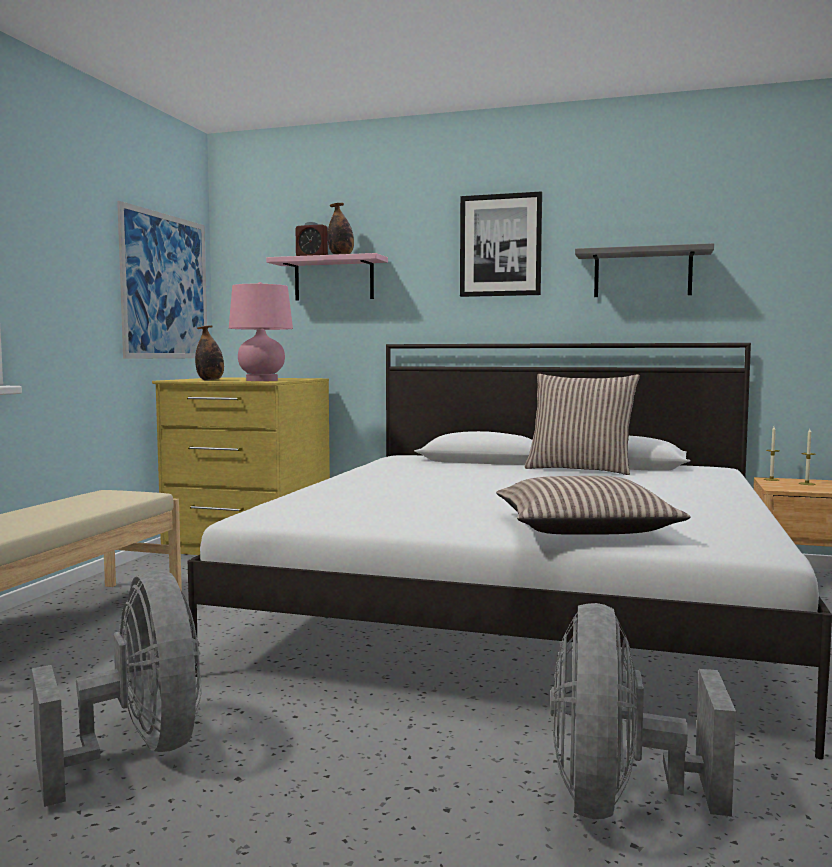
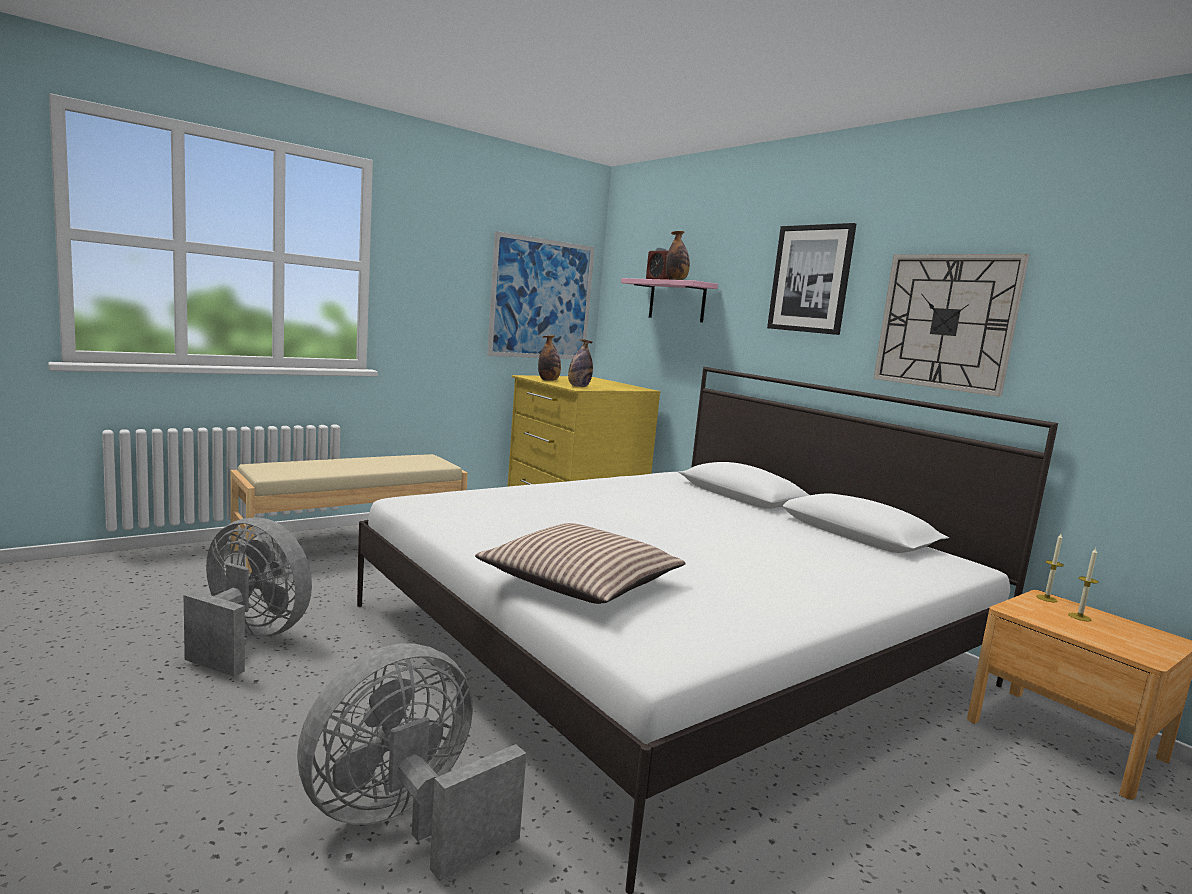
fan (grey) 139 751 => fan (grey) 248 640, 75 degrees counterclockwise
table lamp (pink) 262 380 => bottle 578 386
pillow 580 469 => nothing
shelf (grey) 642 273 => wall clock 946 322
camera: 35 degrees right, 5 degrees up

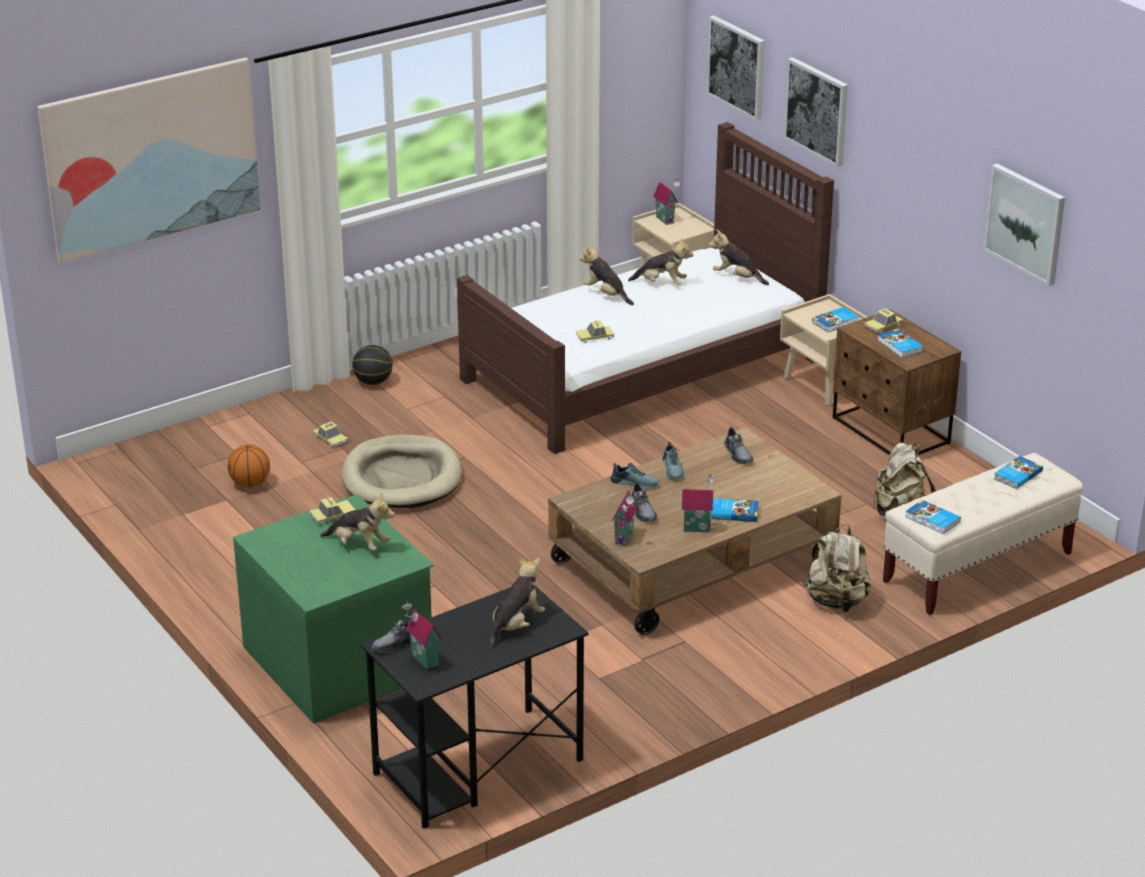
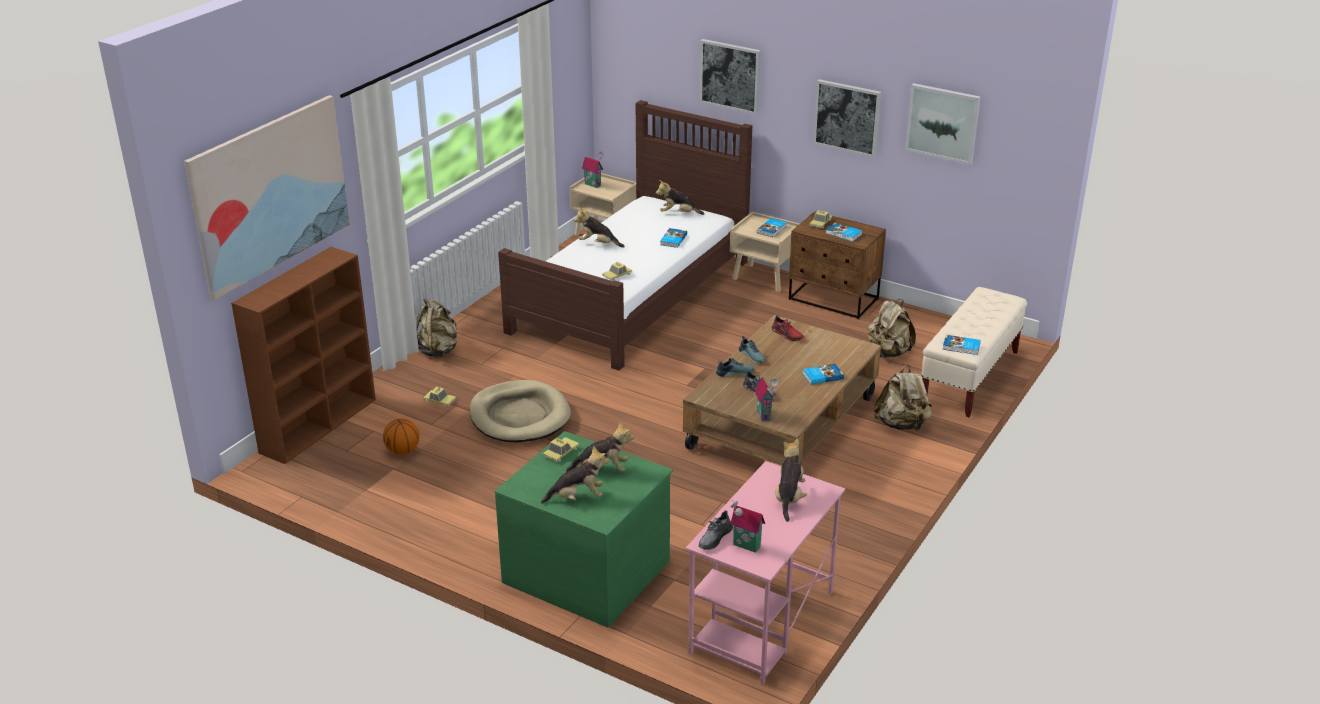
basketball 373 382 => backpack (beige) 438 350
desk (black) 477 768 => desk (pink) 761 623
plush toy 661 283 => plush toy 577 497, moved
toy house 697 527 => nothing
picture 737 67 => picture 847 117, moved
shoe (grey) 738 454 => shoe (red) 787 335
book 1017 475 => book 673 240, moved
nothing => bookcase (brown) 319 425
camera: 25 degrees left, 0 degrees up

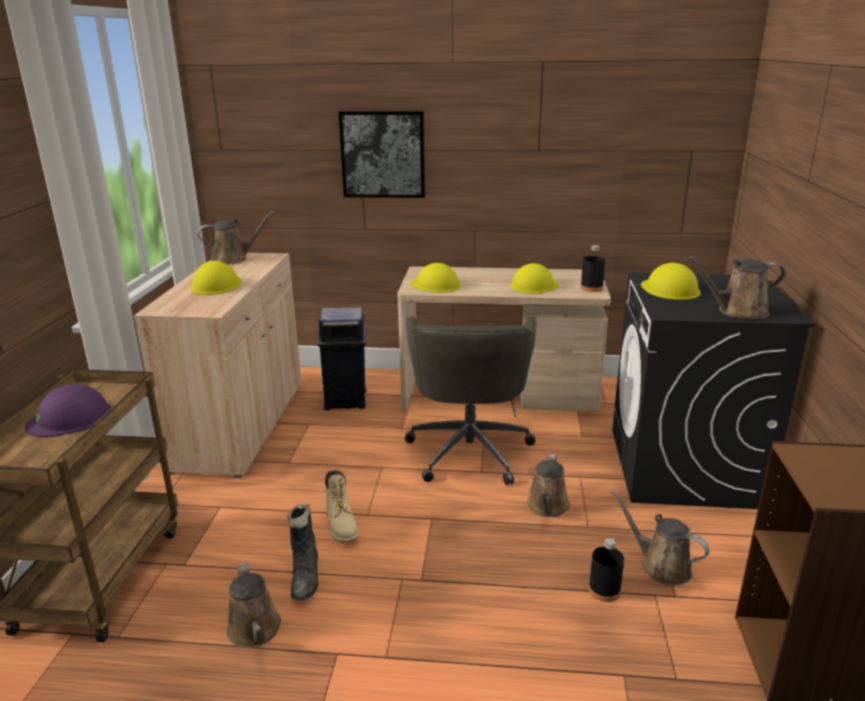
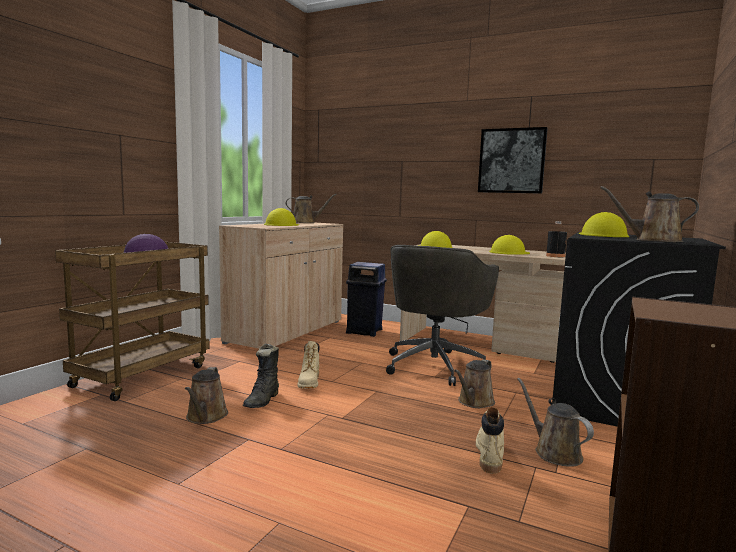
picture 383 154 => picture 511 161, moved
bottle (black) 604 590 => boot (beige) 489 454
camera: 20 degrees right, 15 degrees down

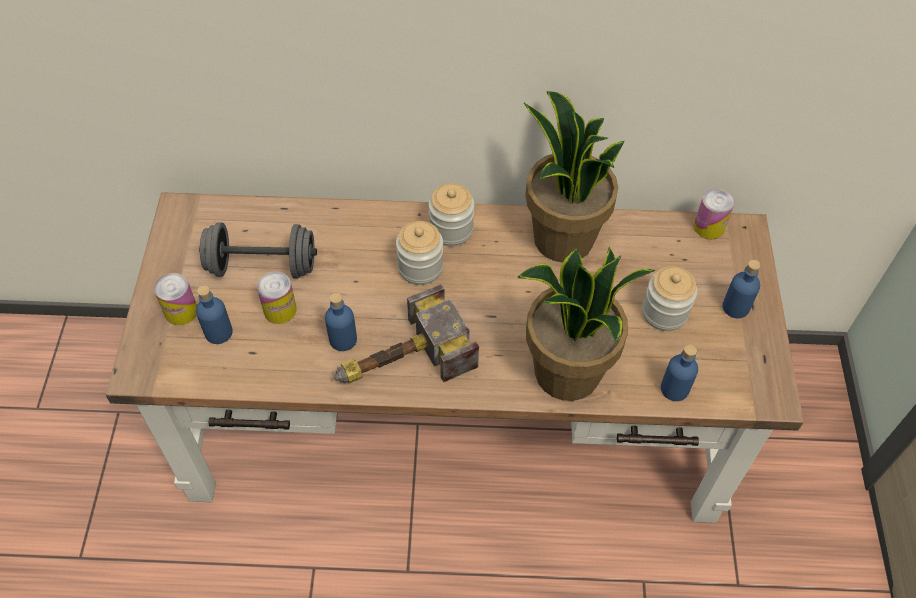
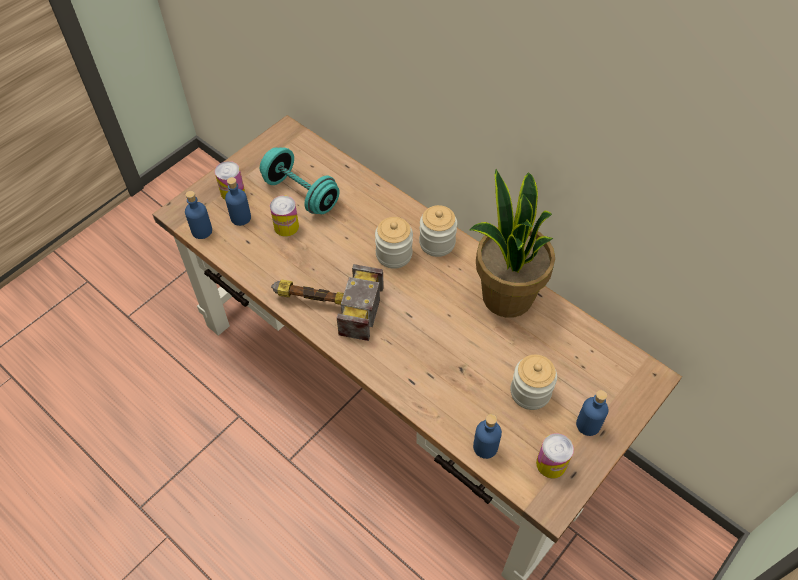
dumbbell (grey) 262 266 => dumbbell (turquoise) 301 194
bottle (blue) 343 339 => bottle (blue) 202 231, moved
potted plant 567 374 => nothing
can 708 227 => can 551 464, moved
camera: 40 degrees right, 0 degrees up

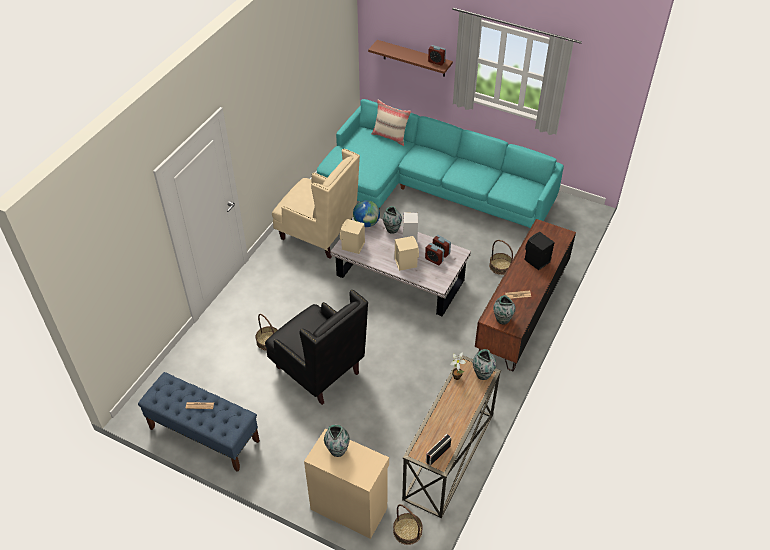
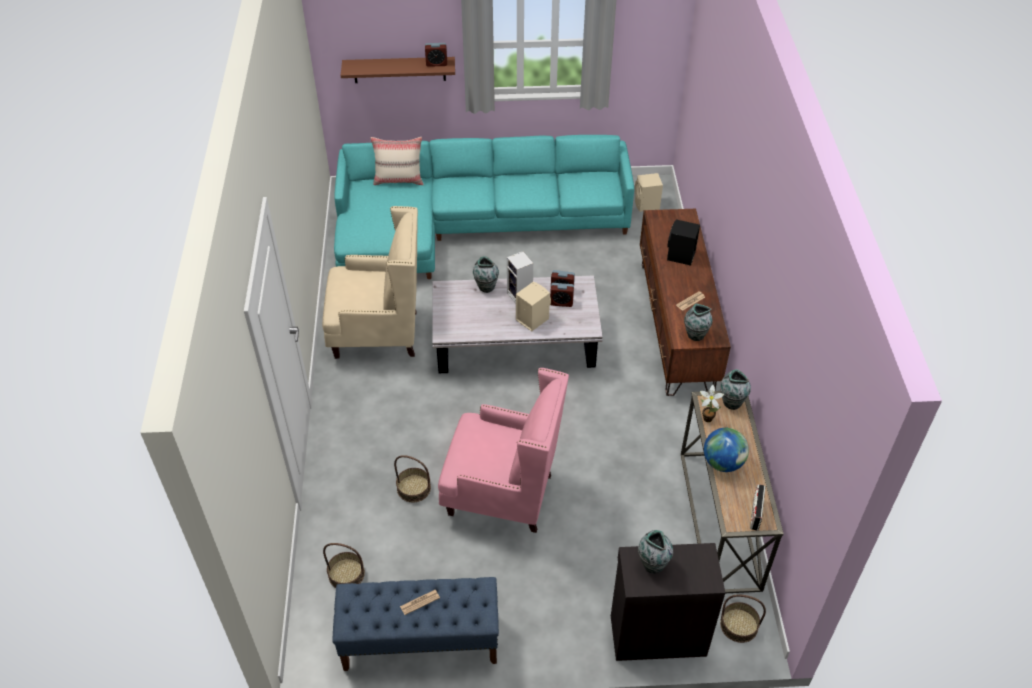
armchair (black) 319 371 => armchair (pink) 502 495
cabinet (beige) 349 507 => cabinet (black) 657 634
speaker (beige) 352 246 => speaker (beige) 647 205, moved
globe 366 223 => globe 723 462, moved
basket 500 266 => basket 346 574, moved
camera: 30 degrees left, 0 degrees up

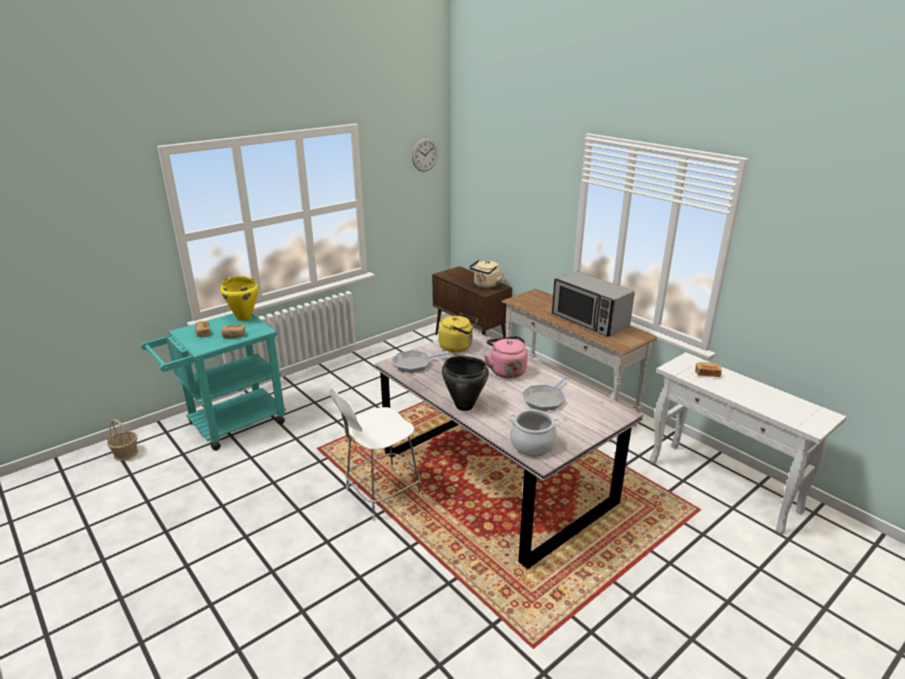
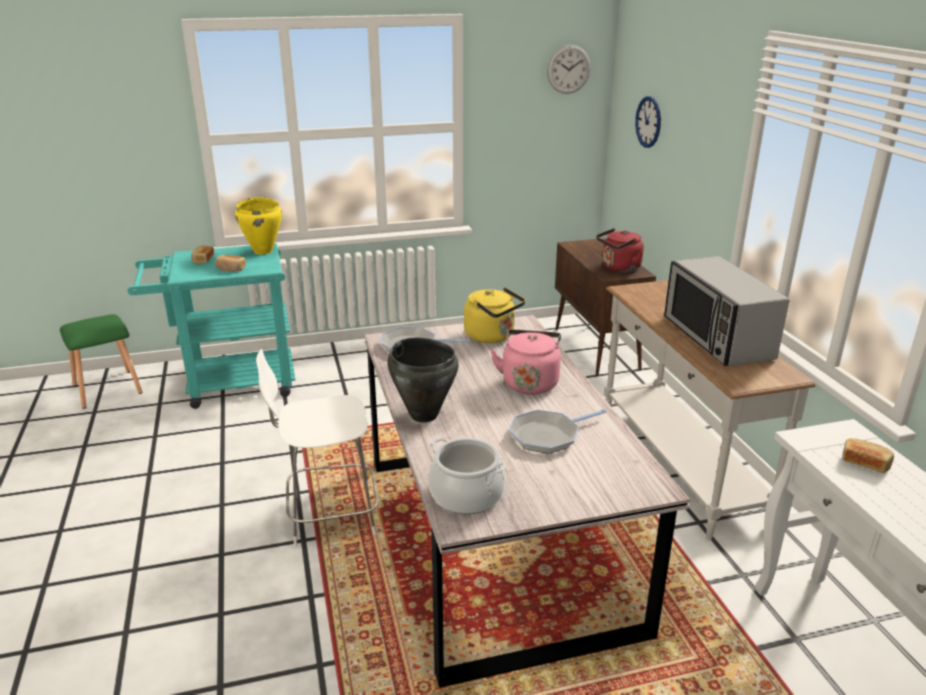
basket 126 453 => stool (green) 108 388
kettle (beige) 486 286 => kettle (red) 619 268
nothing => wall clock 648 122
camera: 25 degrees right, 0 degrees up

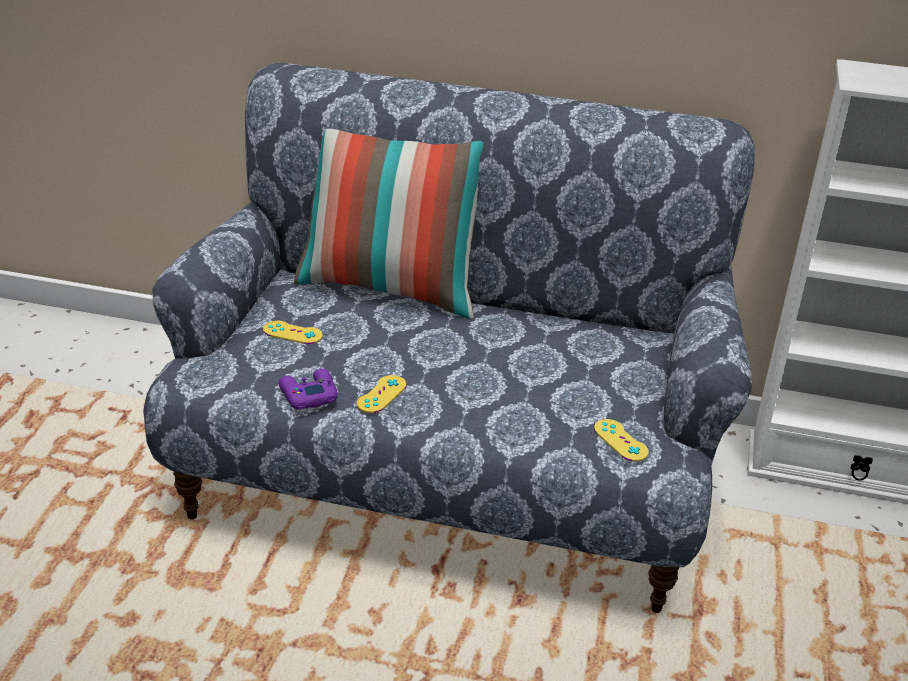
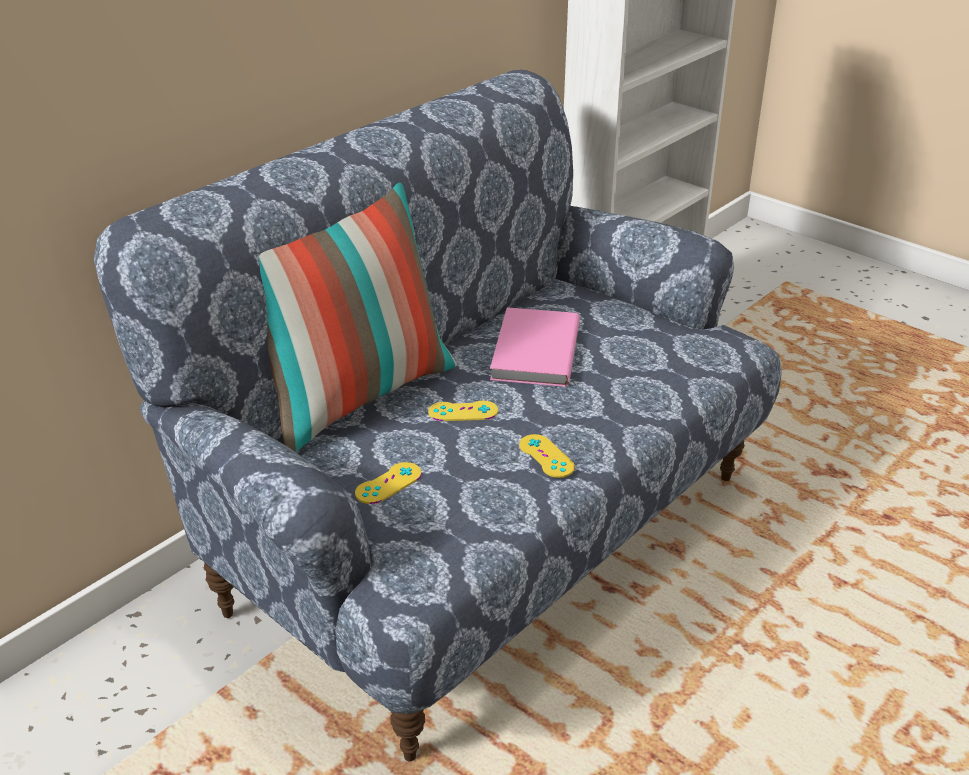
game controller (purple) 308 395 => nothing
game controller (yellow) 620 440 => game controller (yellow) 463 411, moved
nothing => book (pink) 532 351
camera: 60 degrees left, 0 degrees up

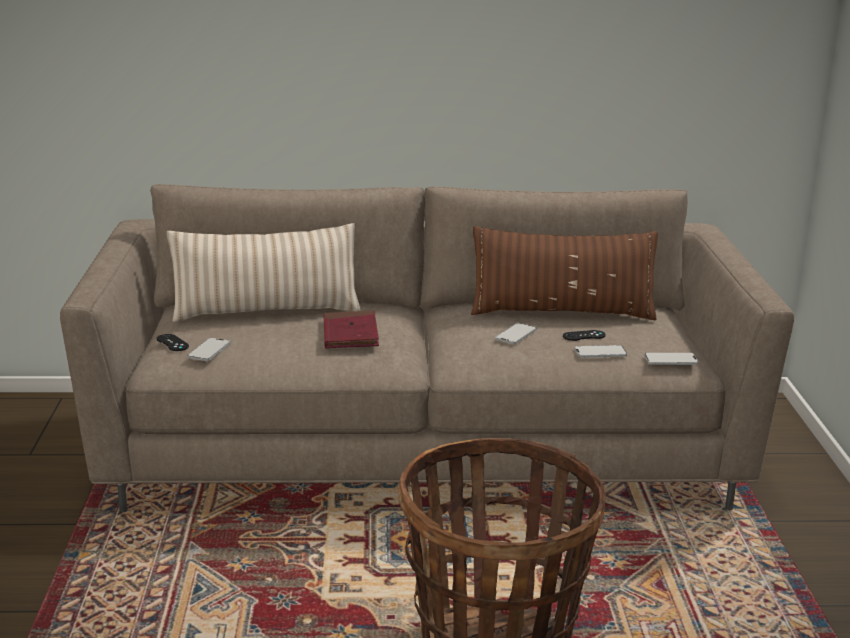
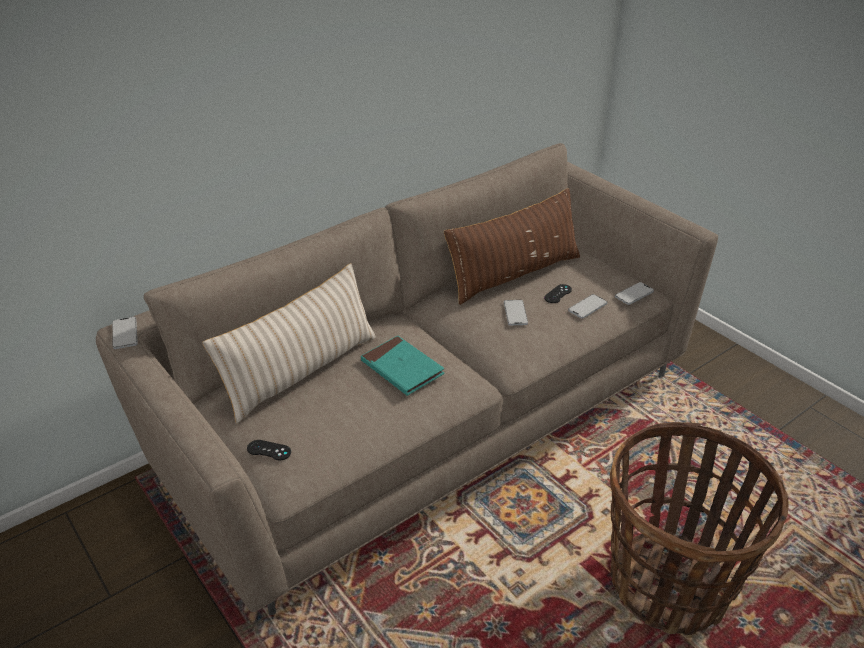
phone 209 350 => phone 125 333, moved
book (red) 350 334 => book (turquoise) 402 368
camera: 35 degrees left, 15 degrees up

